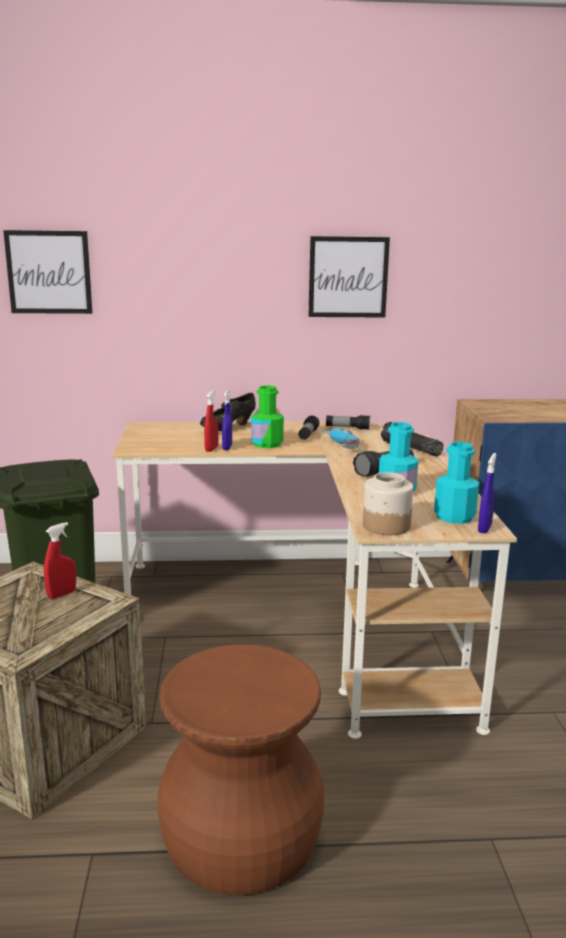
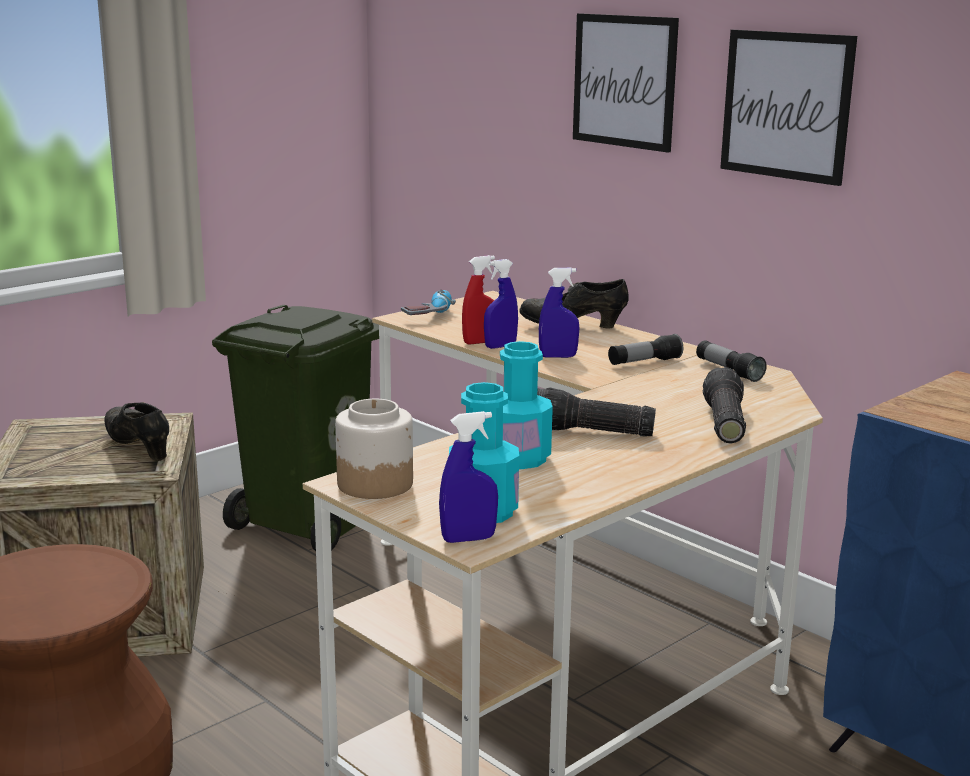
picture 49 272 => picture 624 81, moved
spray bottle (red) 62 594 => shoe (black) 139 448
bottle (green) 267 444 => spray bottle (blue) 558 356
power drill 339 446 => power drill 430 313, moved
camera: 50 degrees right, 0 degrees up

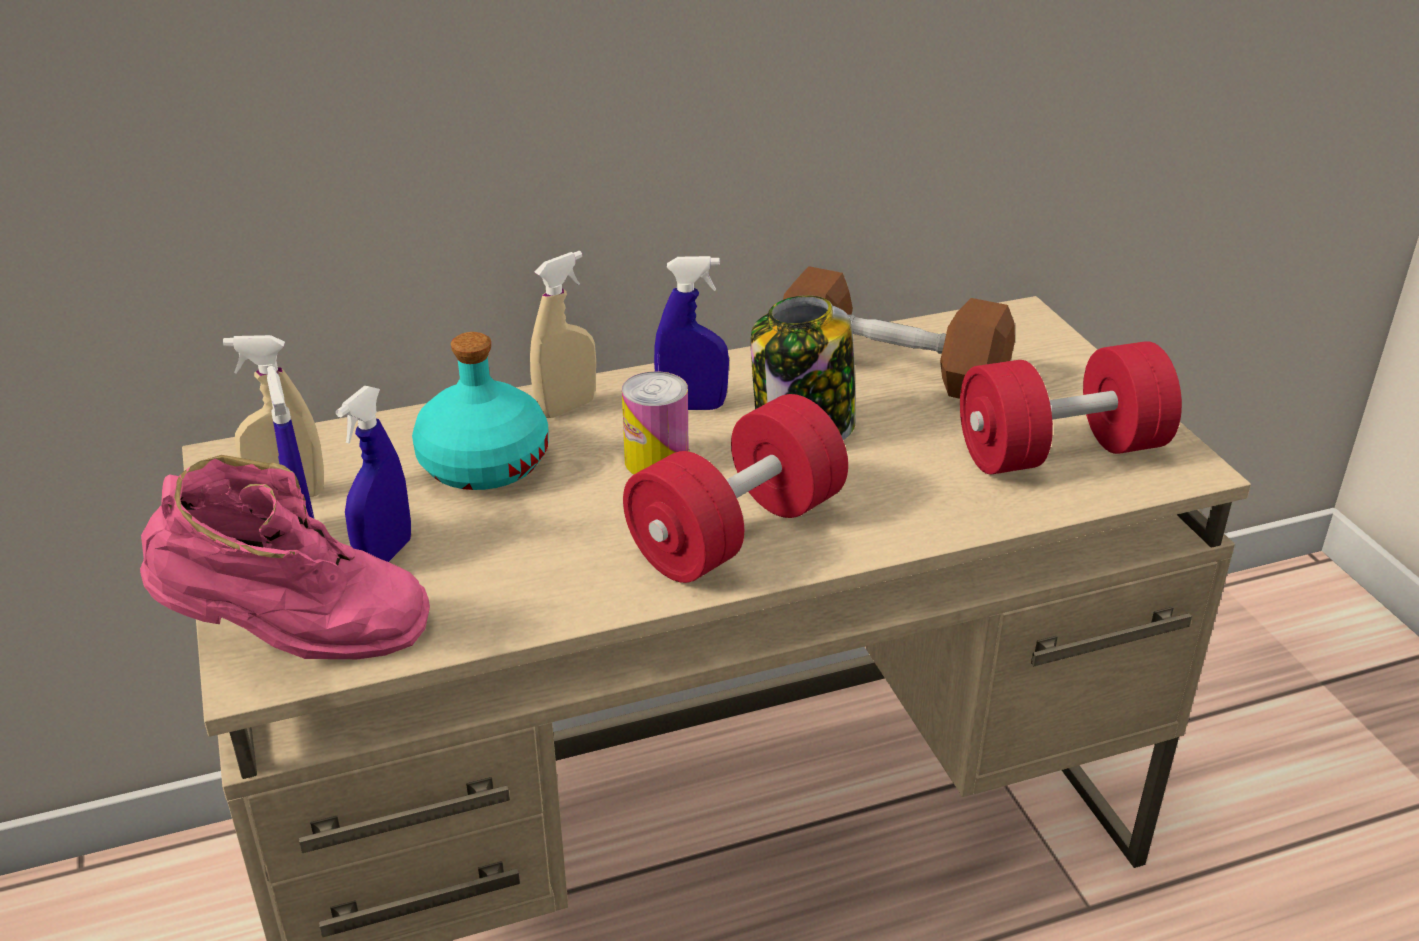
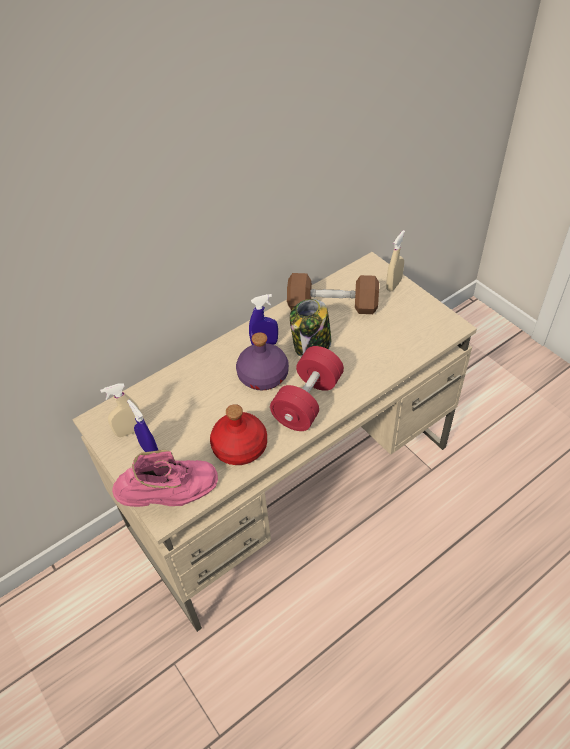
spray bottle (blue) 385 555 => nothing
bottle (turquoise) 483 464 => nothing
spray bottle (beige) 566 408 => spray bottle (beige) 393 285, moved
can 656 461 => bottle (purple) 263 375
dumbbell (red) 1060 452 => nothing
nothing => bottle (red) 240 446
camera: 15 degrees left, 15 degrees up

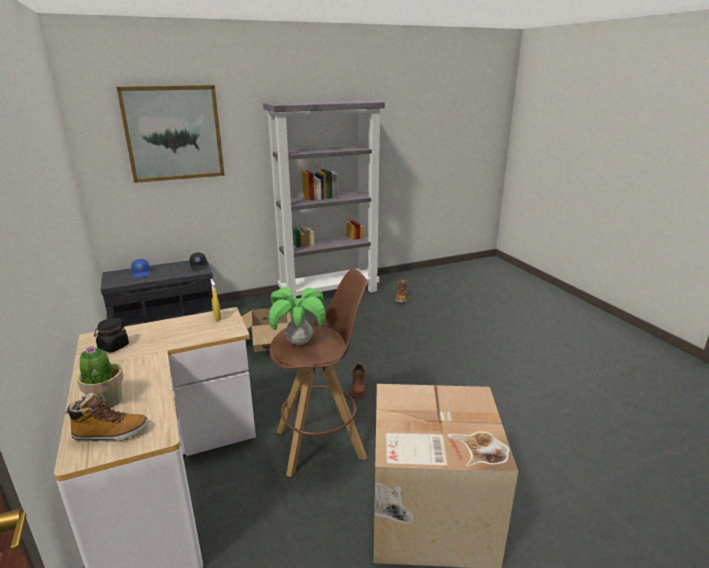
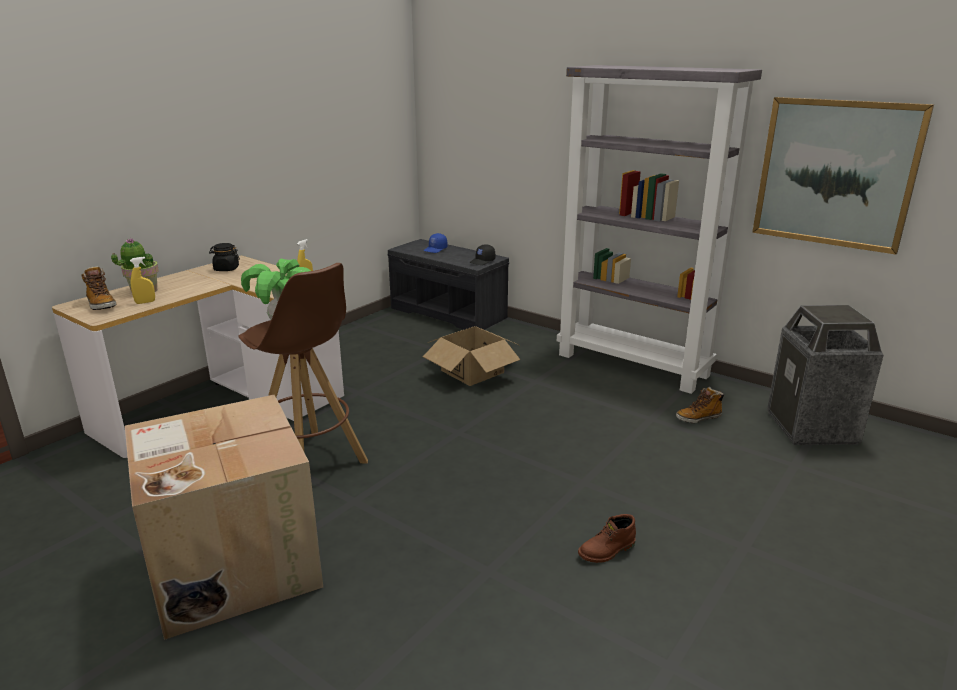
picture 173 133 => picture 835 173, moved
boot (brown) 358 388 => boot (brown) 607 551, moved
nothing => spray bottle (yellow) 145 302
nothing => trash can 812 428
camera: 60 degrees right, 0 degrees up

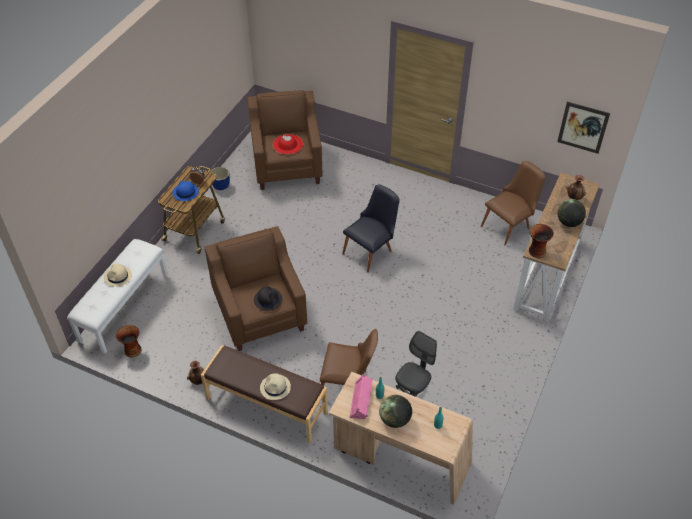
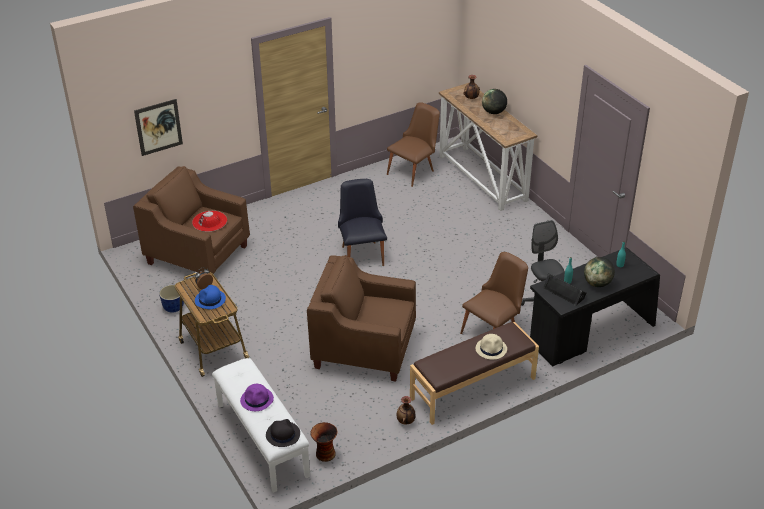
hat (beige) 118 277 => hat (purple) 257 399
hat (black) 268 299 => hat (black) 282 434, moved
desk (beige) 400 457 => desk (black) 590 334
speaker (pink) 362 400 => speaker (black) 564 292
chair (brown) 509 226 => chair (brown) 414 171, 45 degrees clockwise
vase 536 251 => nothing
picture 583 127 => picture 158 127, moved
camera: 55 degrees left, 10 degrees down

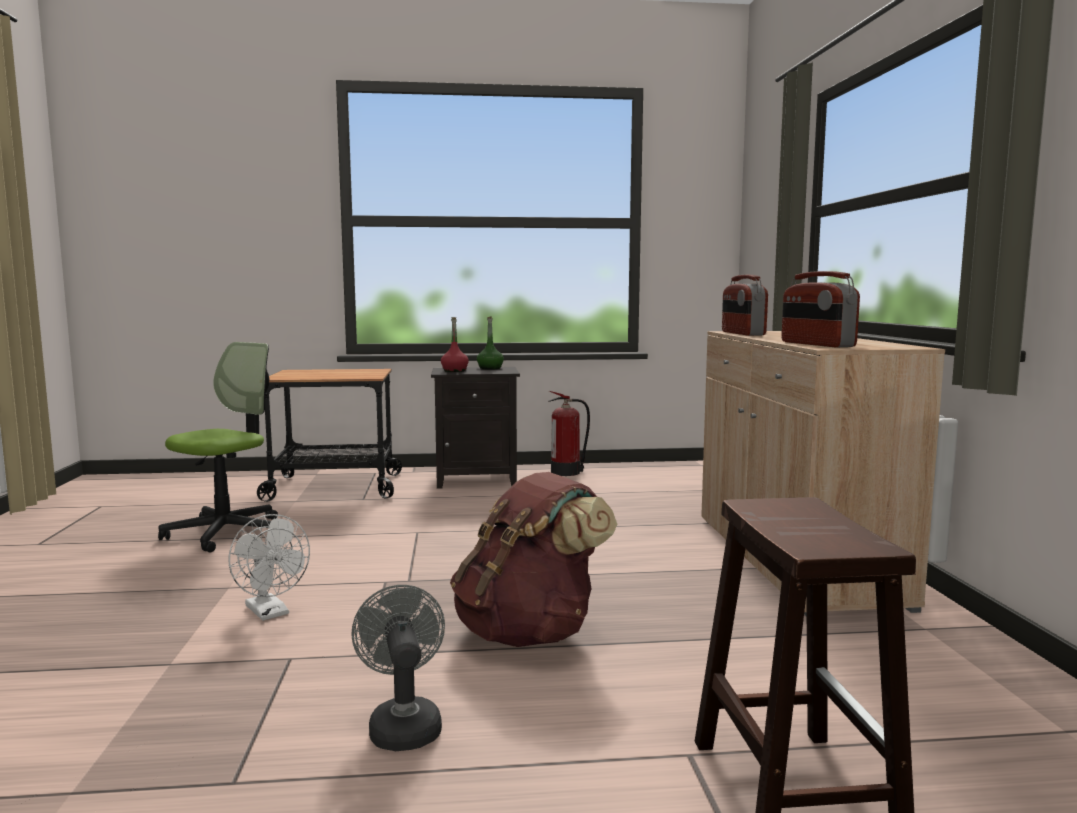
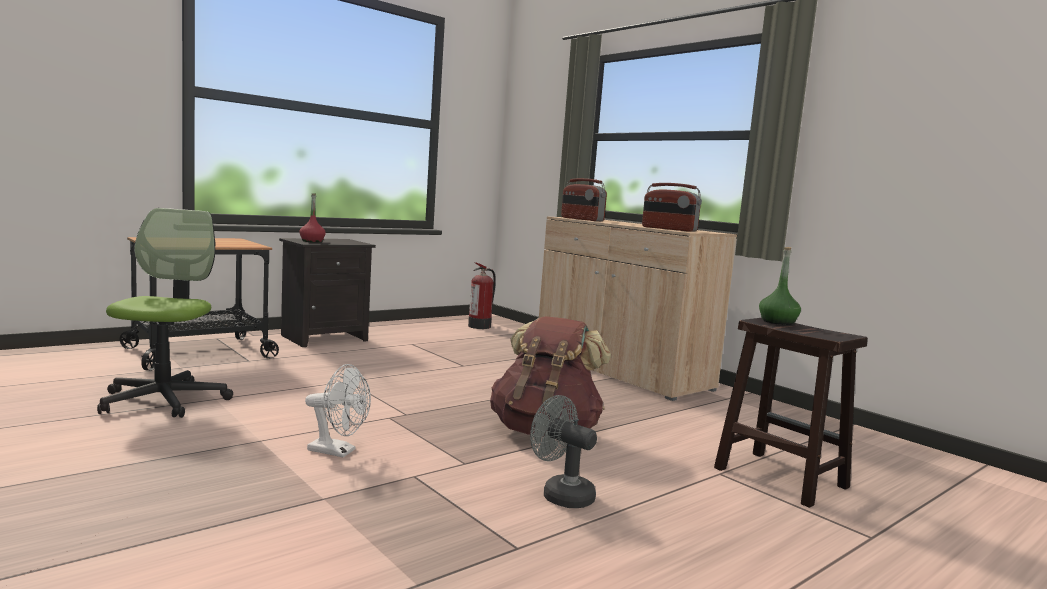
bottle (green) 490 368 => bottle (green) 777 322, moved
fire extinguisher 567 472 => fire extinguisher 480 326, moved
camera: 35 degrees left, 0 degrees up

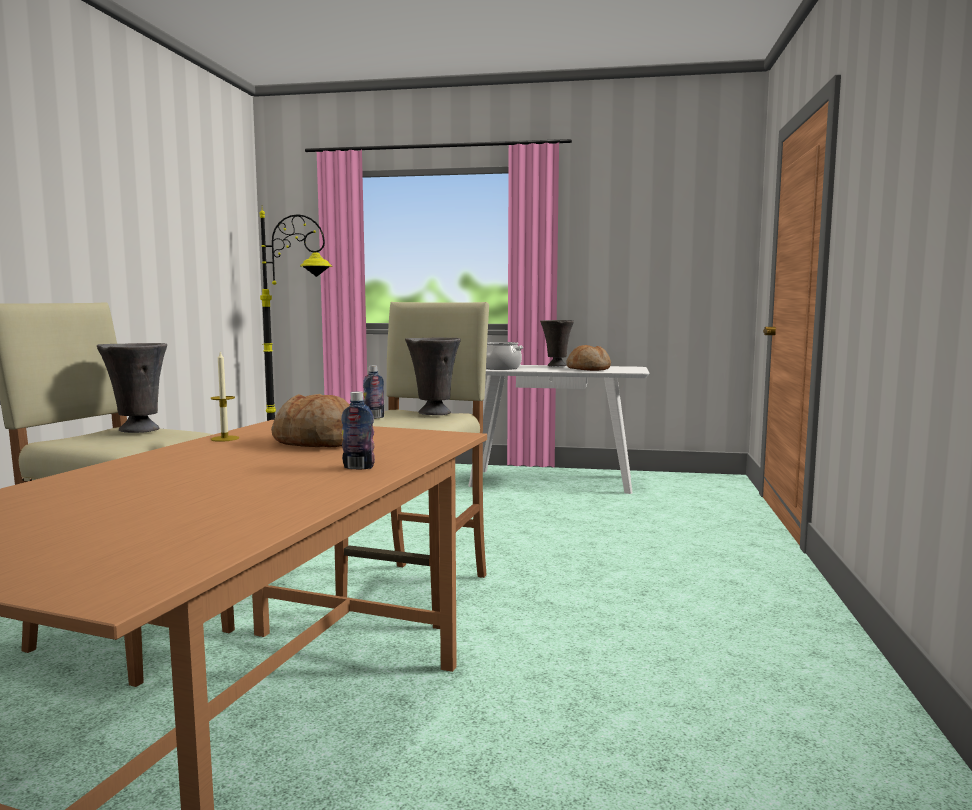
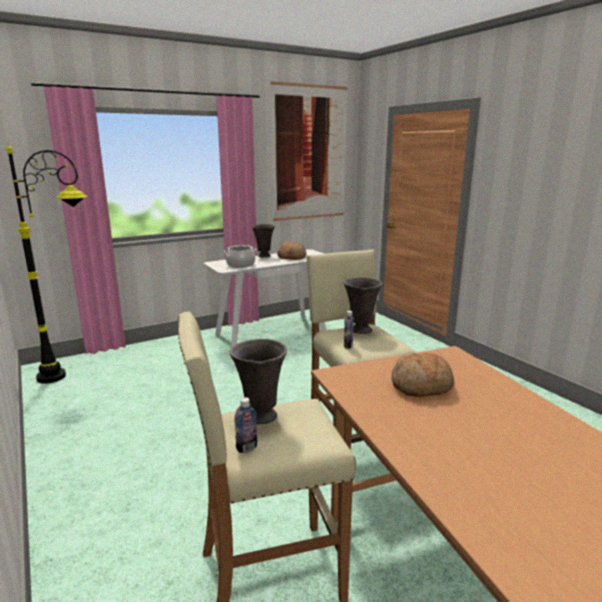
candle 224 438 => nothing
bottle 358 467 => bottle 247 448, moved
nothing => picture 309 153
camera: 40 degrees left, 10 degrees up

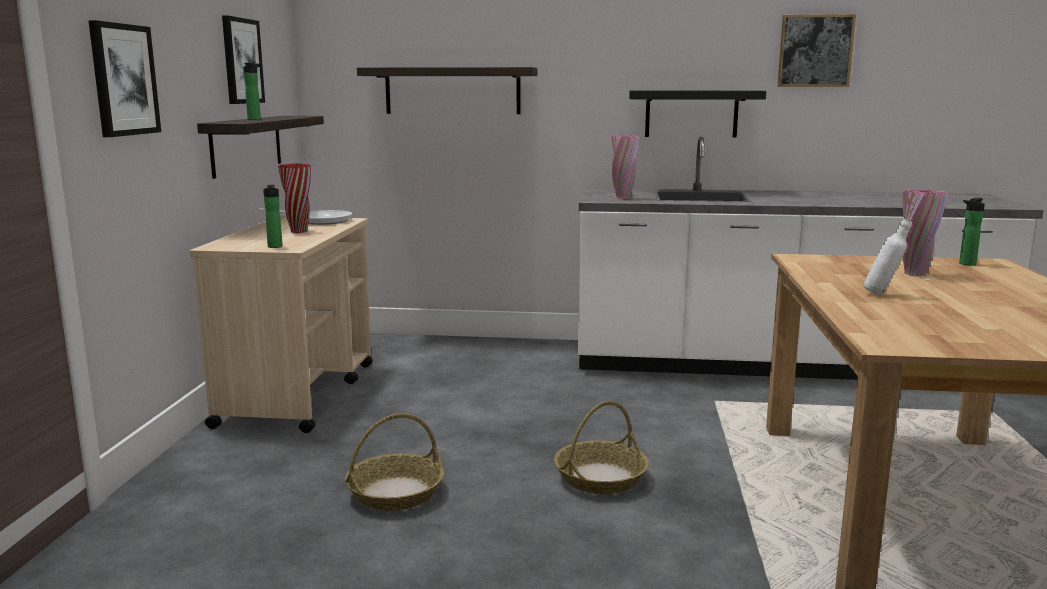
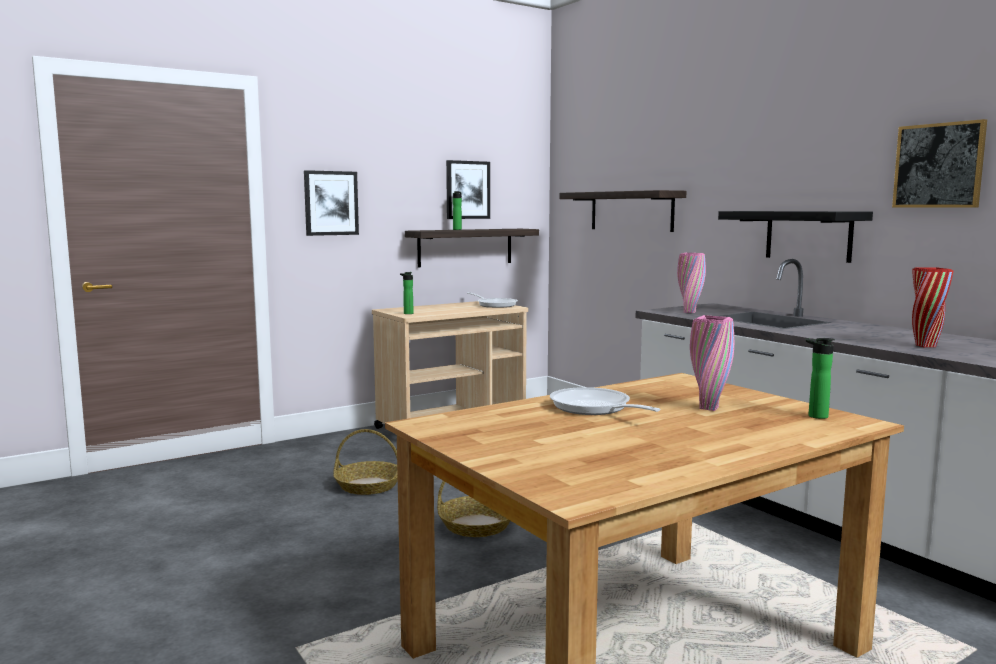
vase (red) 299 232 => vase (red) 925 346, moved
bottle (white) 883 294 => frying pan 594 408
camera: 50 degrees right, 5 degrees down

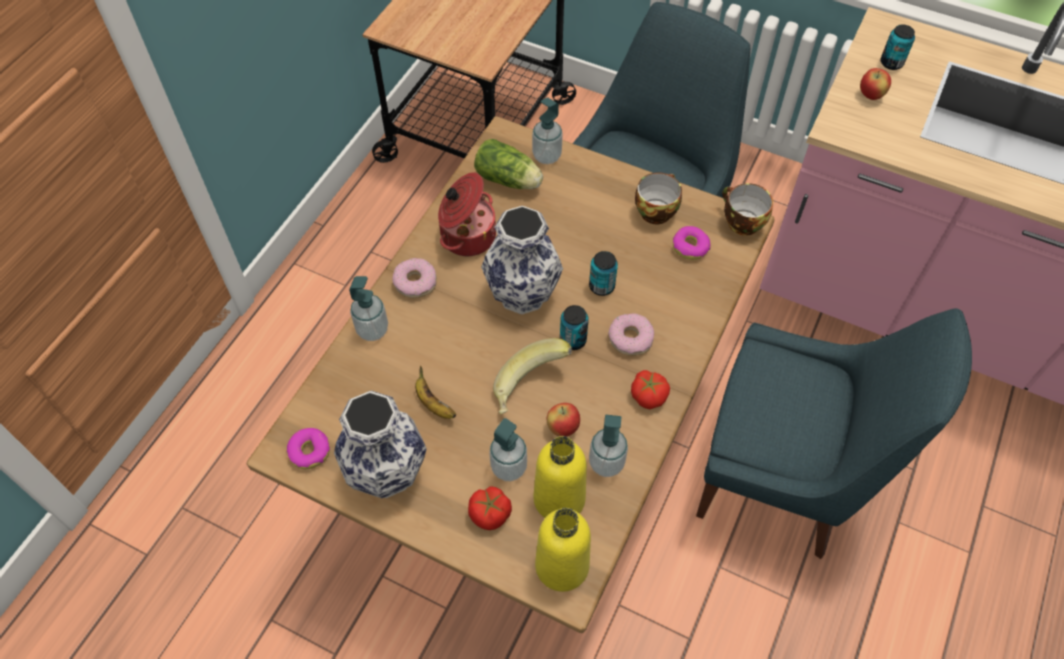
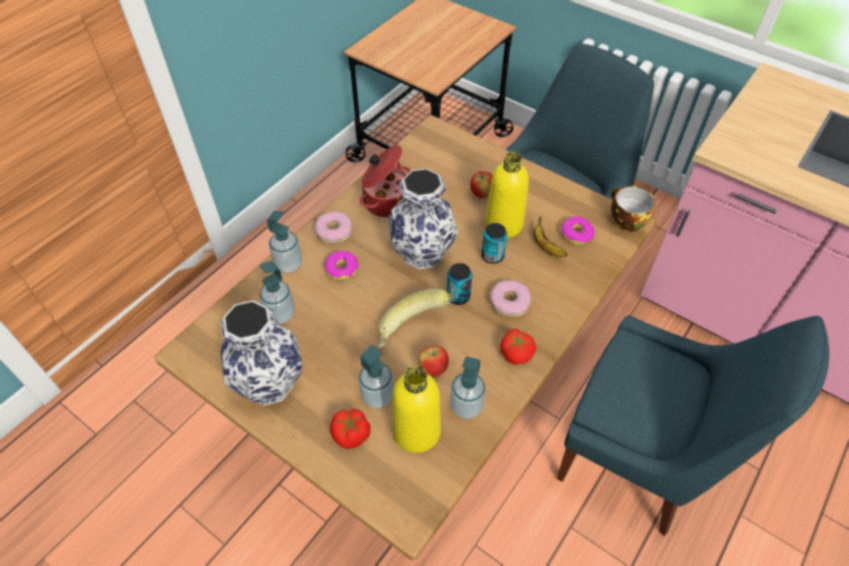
donut 310 451 => donut 342 269, moved
banana 433 404 => banana 546 247, moved
lettuce 510 180 => nothing
soap dispenser 547 156 => soap dispenser 281 314, moved
bottle (yellow) 562 566 => bottle (yellow) 504 224, moved
cup 655 210 => nothing
apple 871 95 => apple 482 194, moved
can 891 63 => nothing
camera: 10 degrees right, 5 degrees down

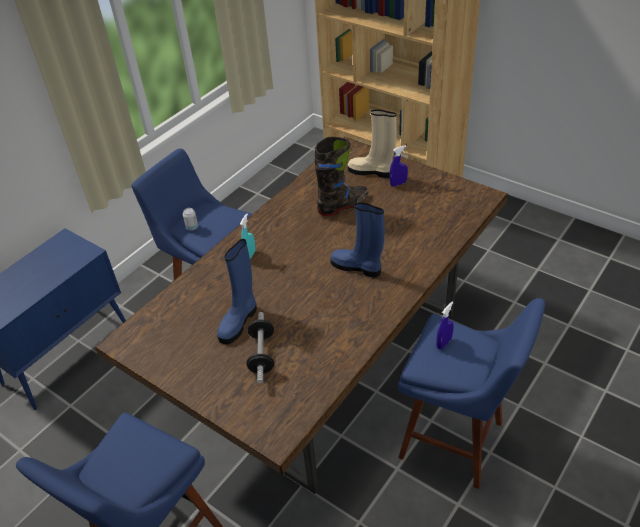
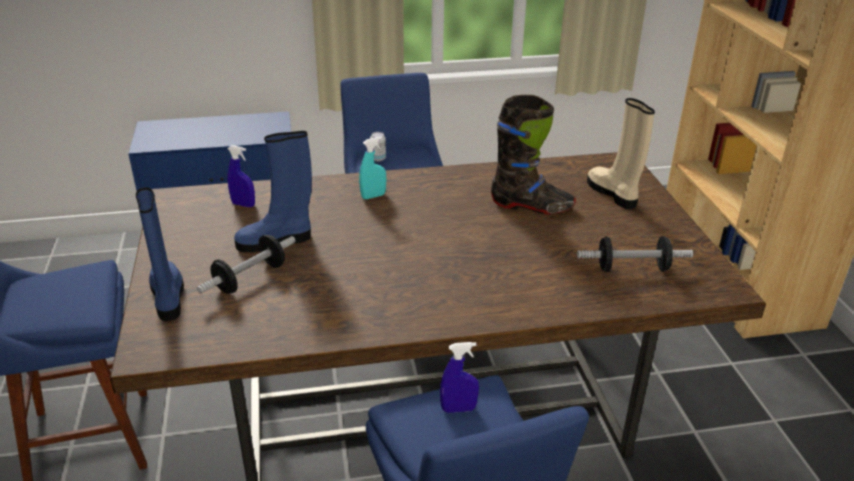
boot (blue) 357 267 => boot (blue) 168 297, moved
spray bottle (blue) 398 184 => spray bottle (blue) 243 204, moved
nothing => dumbbell 632 268
camera: 40 degrees right, 10 degrees down

